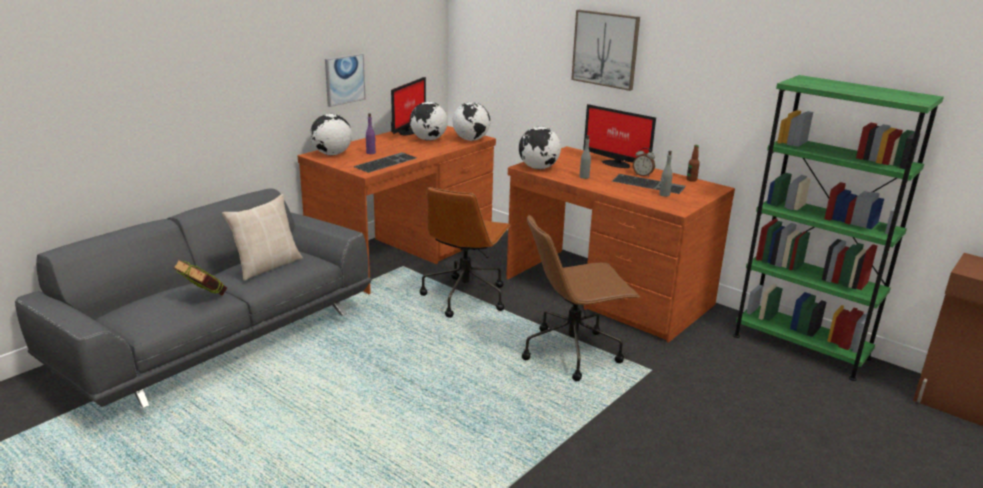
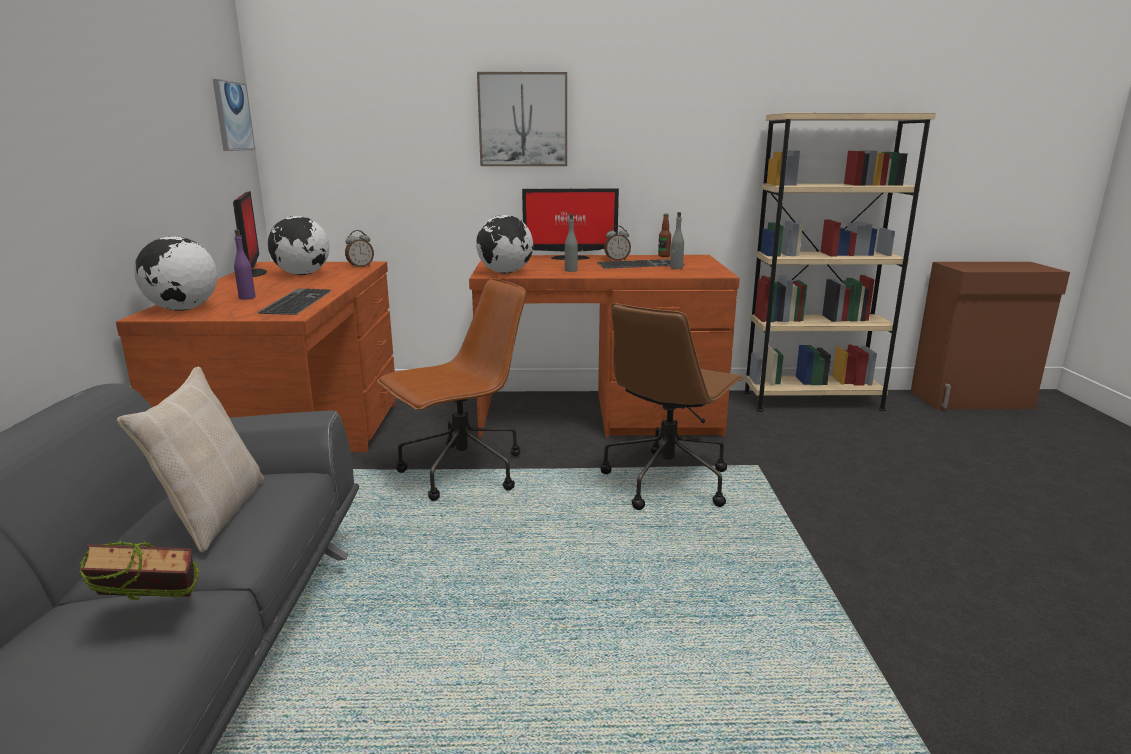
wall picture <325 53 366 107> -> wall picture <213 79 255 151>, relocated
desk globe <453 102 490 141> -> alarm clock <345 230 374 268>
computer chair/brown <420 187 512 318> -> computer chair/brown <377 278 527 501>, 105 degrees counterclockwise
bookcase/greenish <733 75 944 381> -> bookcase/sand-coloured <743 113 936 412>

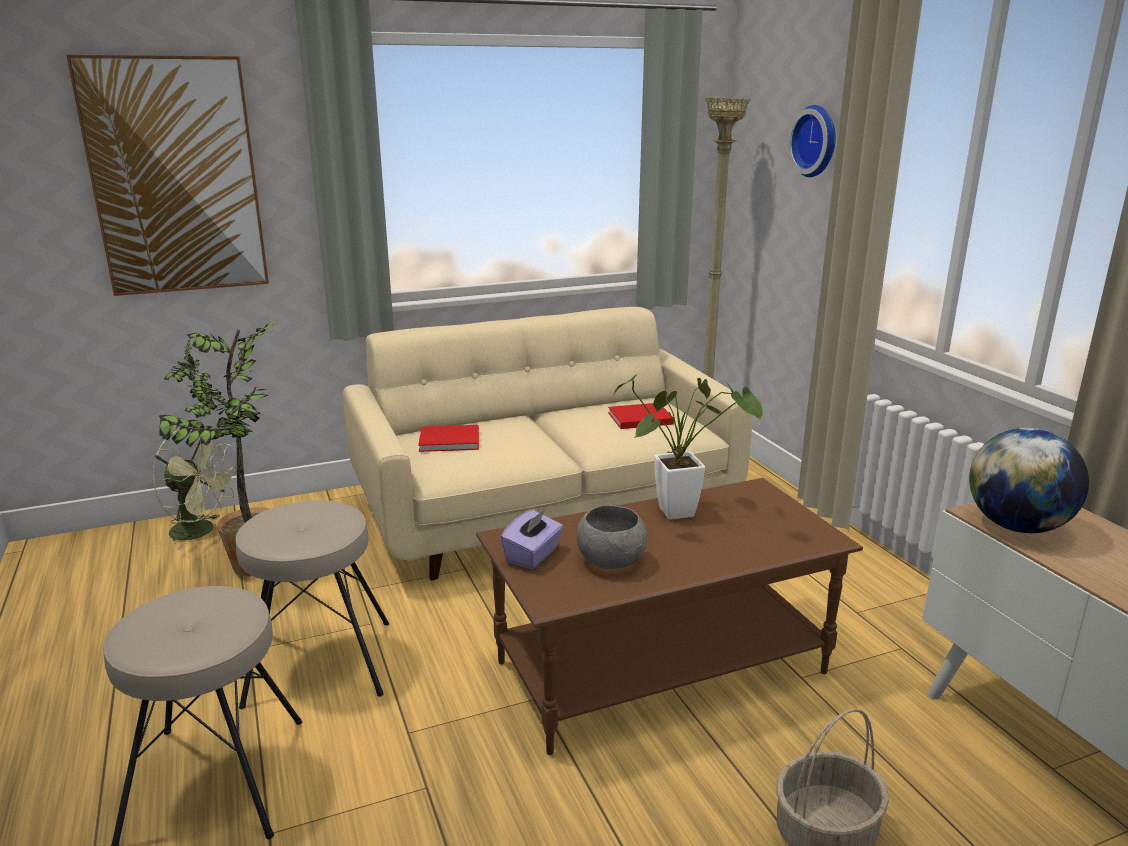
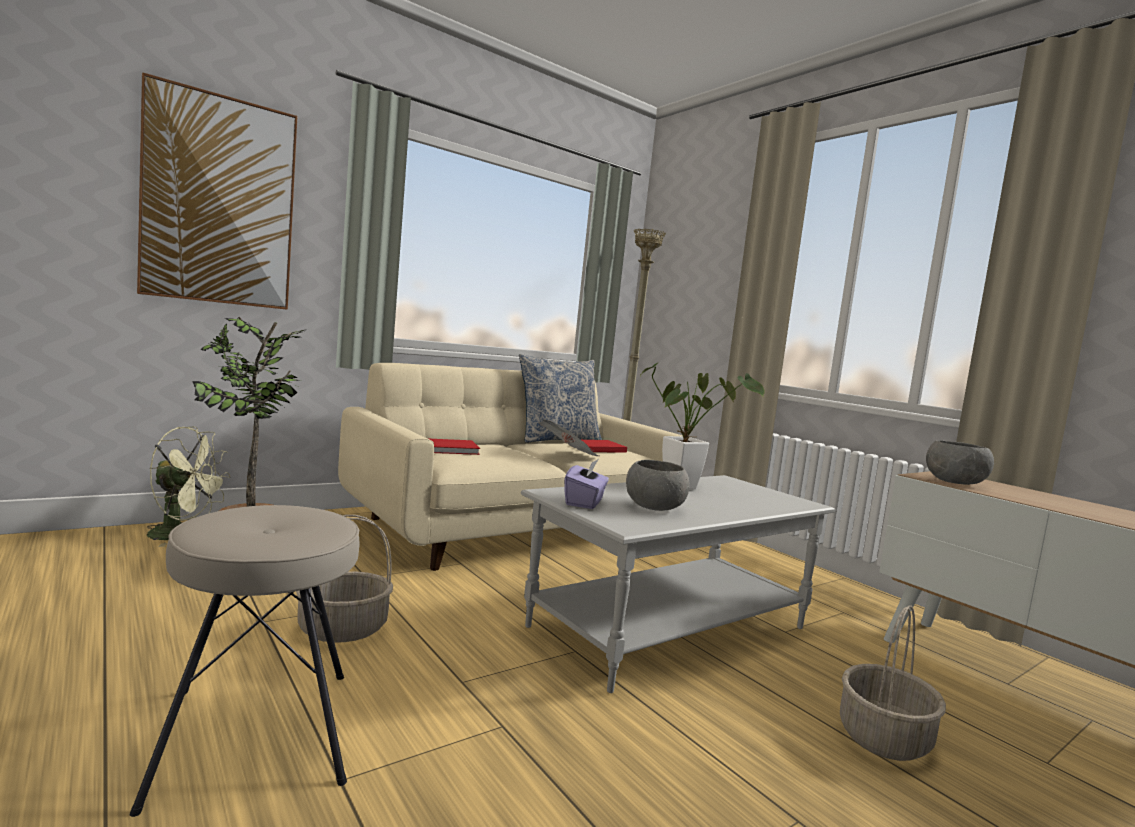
stool/sand-coloured <235 500 389 709> -> household basket <296 515 393 643>
none -> cushion <519 354 602 443>
low table/brown <476 478 863 755> -> low table/grey <521 475 836 693>
none -> printed paper <539 420 599 456>
desk globe <969 428 1089 533> -> bowl/grey <926 440 994 485>
wall clock <788 105 836 177> -> none

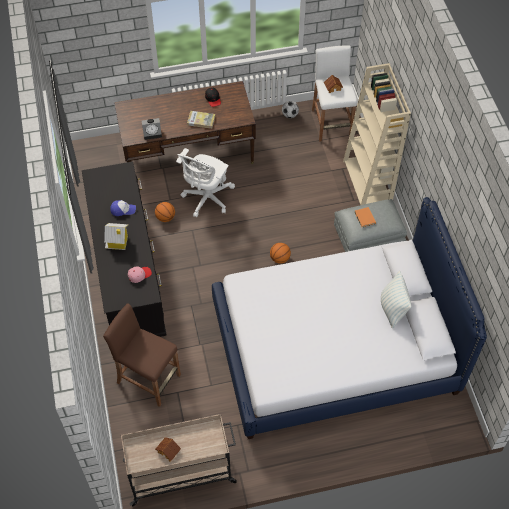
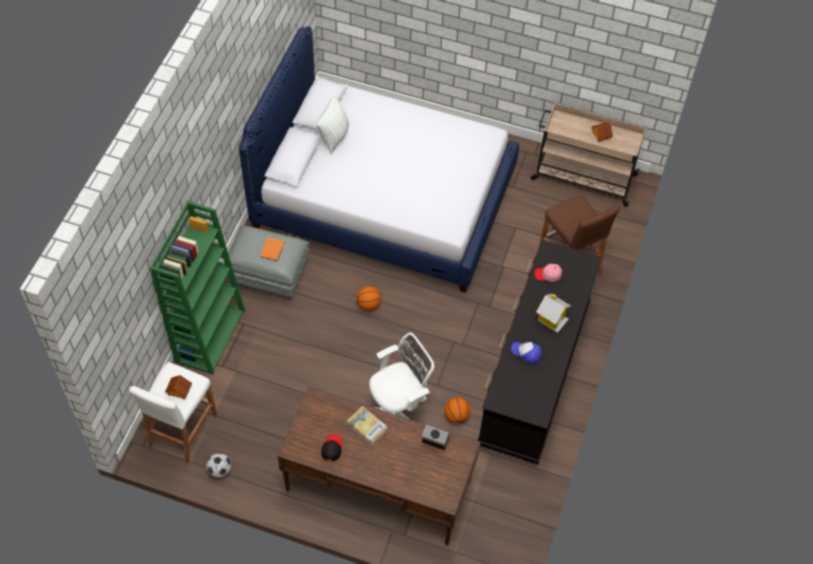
bookcase/sand-coloured <343 63 411 205> -> bookcase/greenish <150 201 245 375>

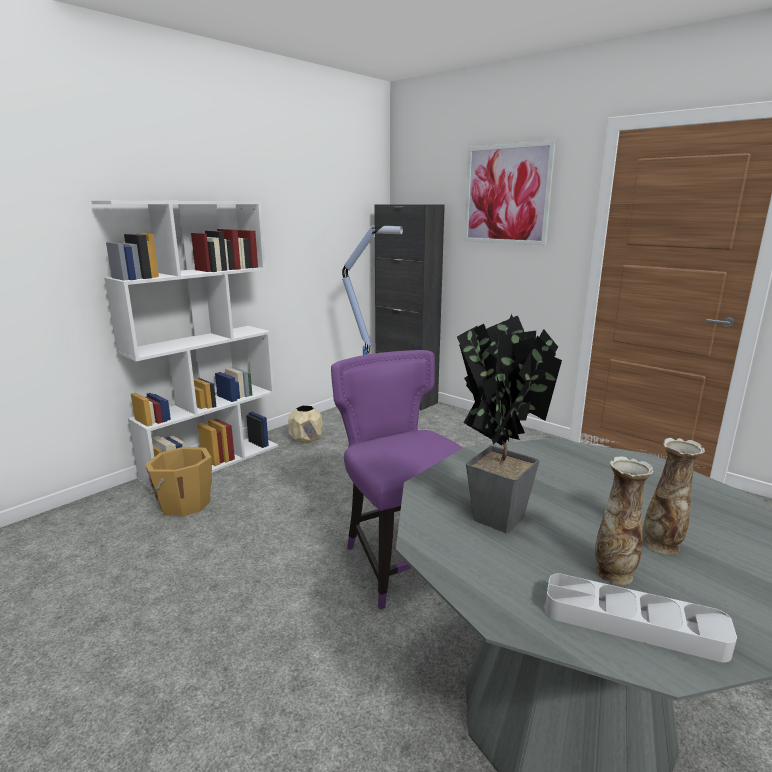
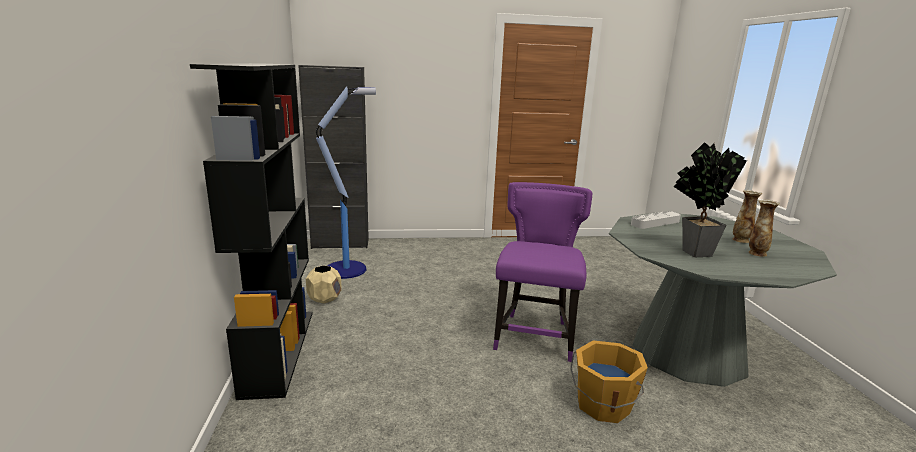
bookcase/whitish <91 201 278 492> -> bookcase/black <190 63 313 400>
upright chair/purple <331 350 463 609> -> upright chair/purple <493 182 592 362>, 90 degrees clockwise
bucket/orangey <145 447 212 517> -> bucket/orangey <570 340 648 423>, relocated
carrying tray/grey <545 573 737 663> -> carrying tray/grey <631 211 681 229>, relocated
wall picture <464 140 556 246> -> none

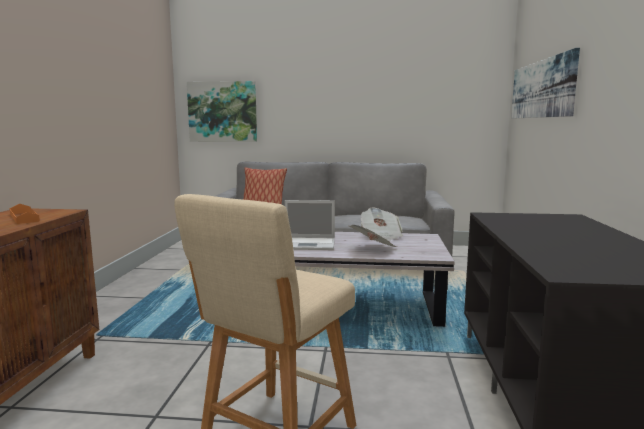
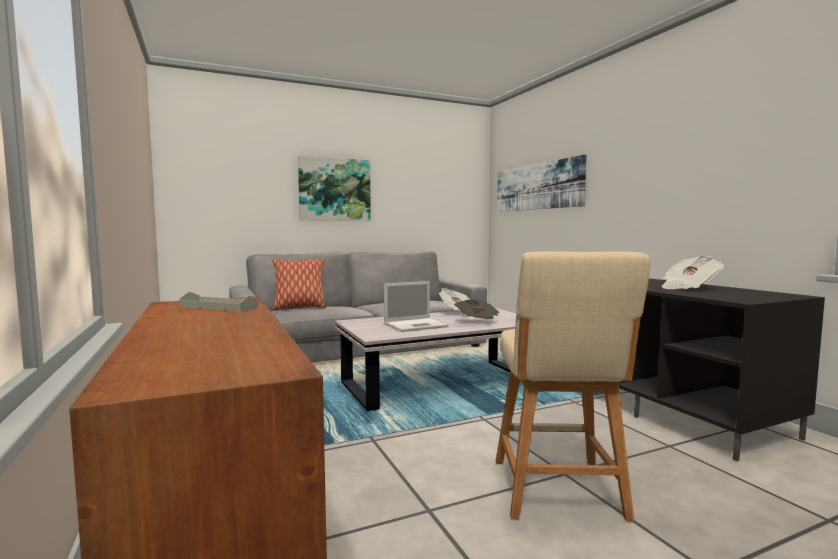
carrying tray/orangey <10 204 40 224> -> carrying tray/grey <180 292 258 311>
wall picture <187 81 257 142> -> wall picture <298 156 371 221>, relocated
none -> printed paper <661 256 724 289>

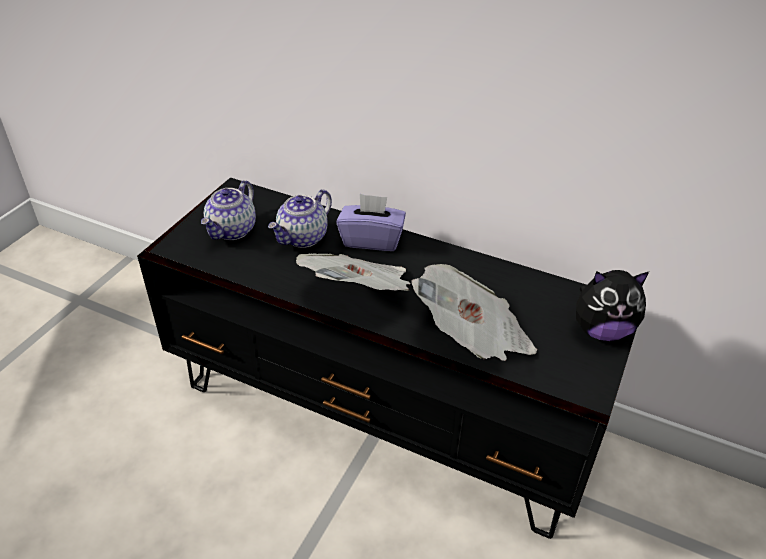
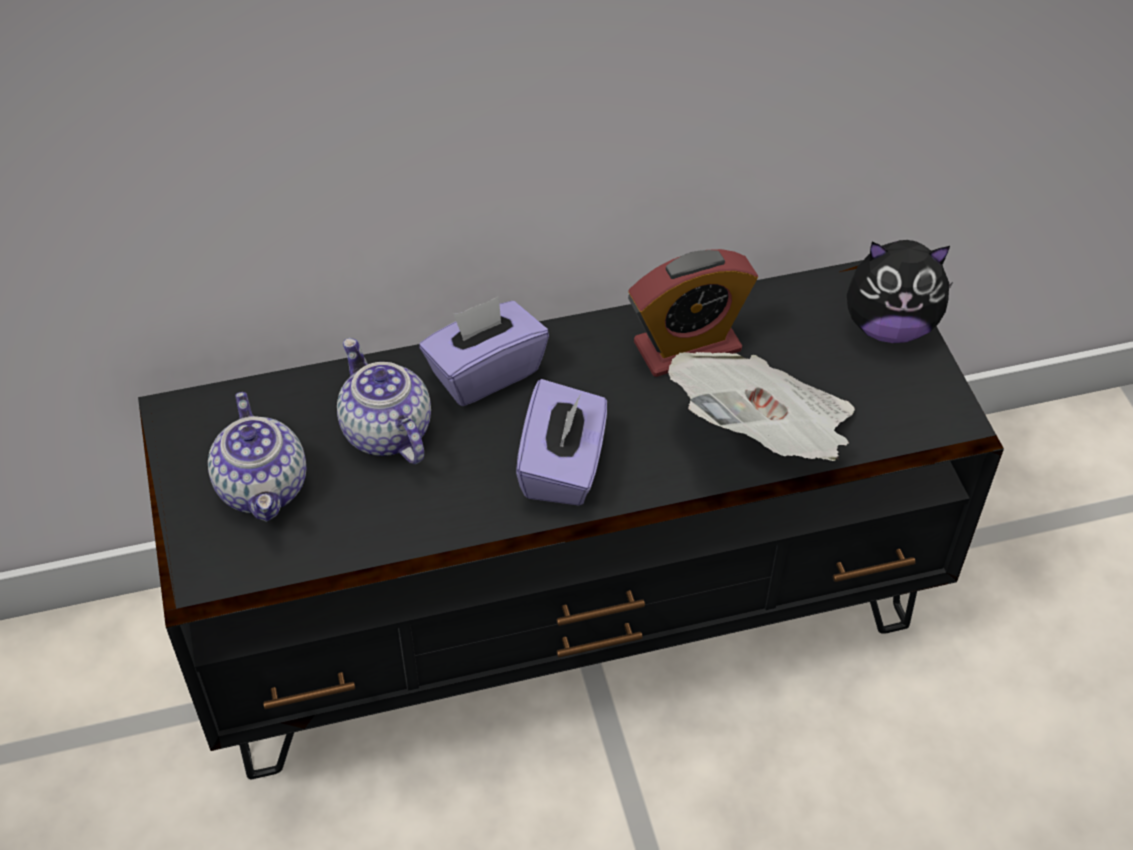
pot for tea <268 189 332 248> -> pot for tea <337 338 431 464>, 150 degrees clockwise
printed paper <296 254 411 291> -> tissue box/purple <516 379 607 506>
none -> alarm clock <628 249 758 377>
cuddly toy <576 270 649 341> -> cuddly toy <847 240 954 343>, 45 degrees clockwise

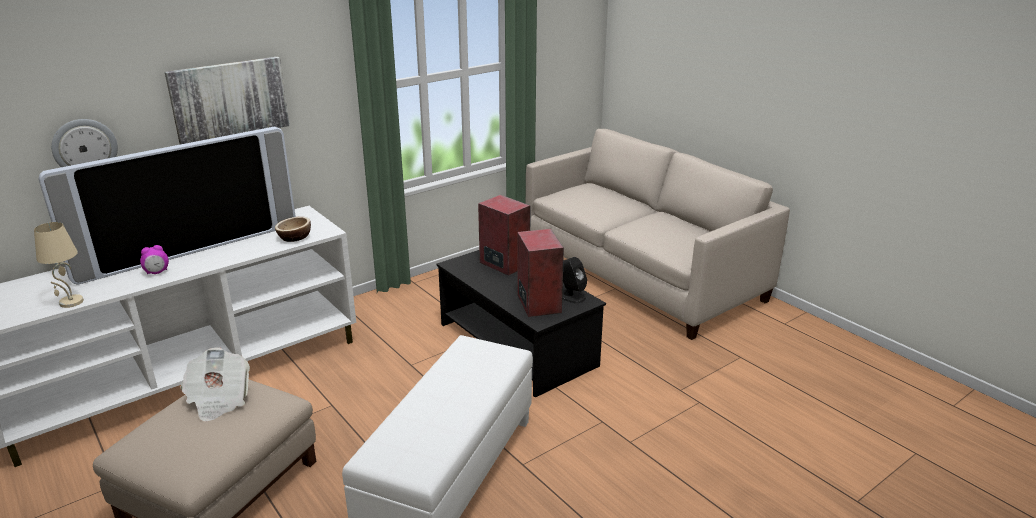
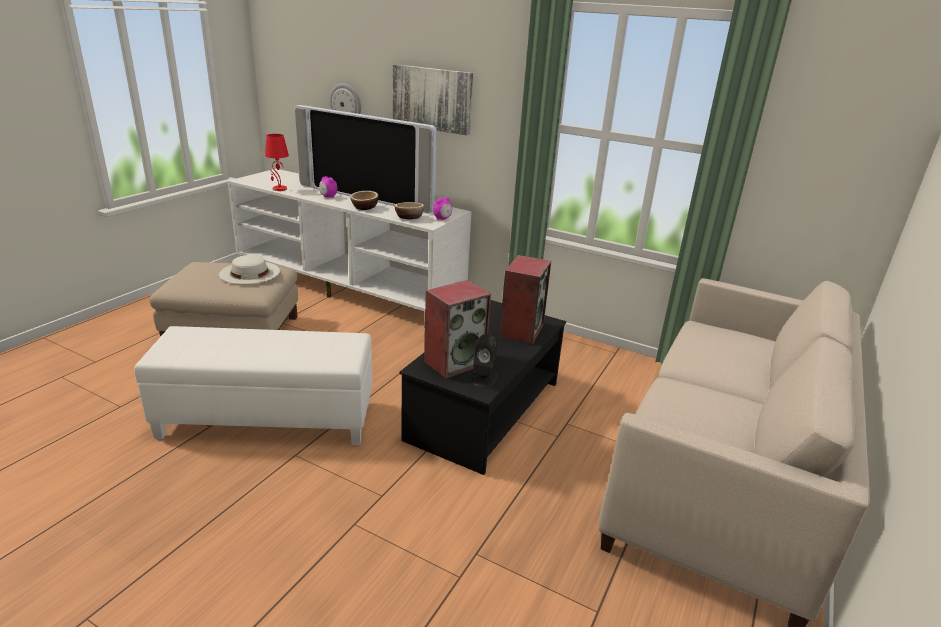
printed paper <180 347 250 422> -> wearable hat/whitish <219 255 280 284>
tabletop lamp/sand-coloured <34 222 84 308> -> tabletop lamp/red-coloured <265 134 289 191>
none -> bowl <350 191 378 210>
none -> alarm clock <433 197 452 220>

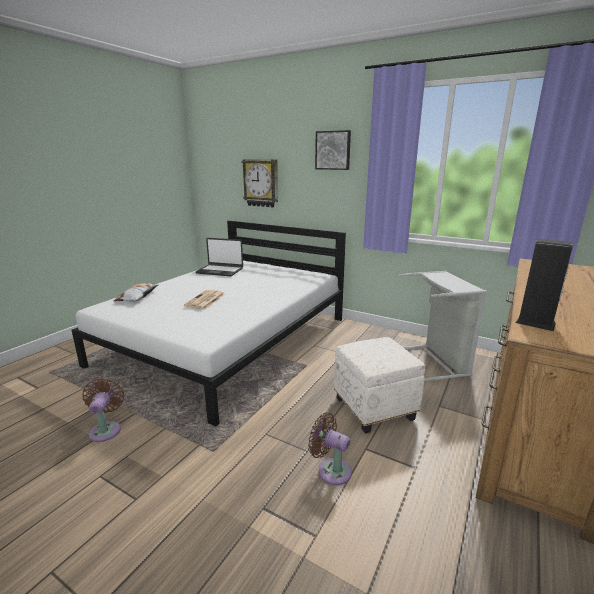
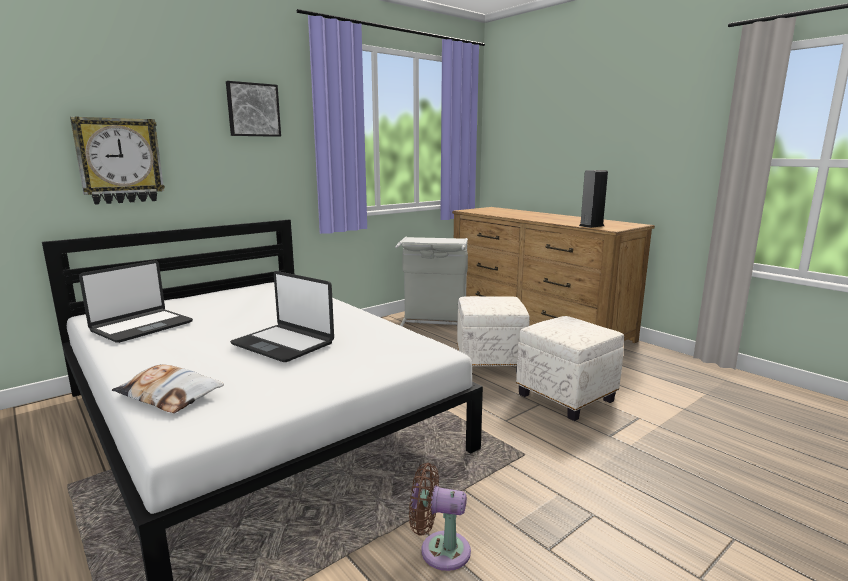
printed paper <184 290 225 309> -> laptop <230 271 334 362>
fan/brown <308 413 352 485> -> ottoman/whitish <516 316 624 421>

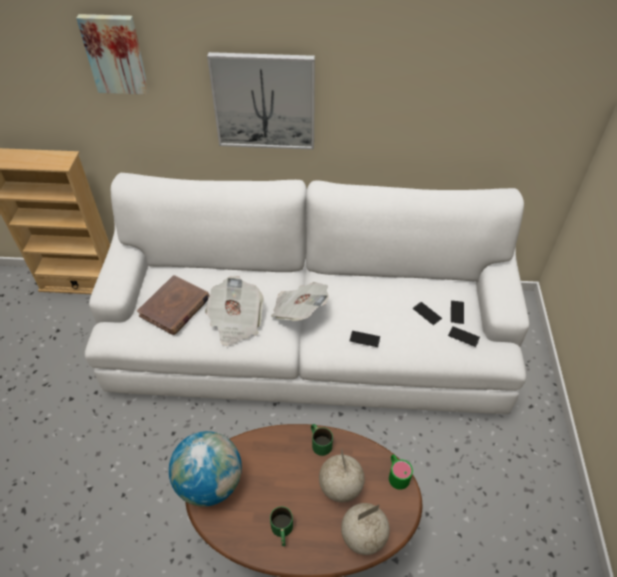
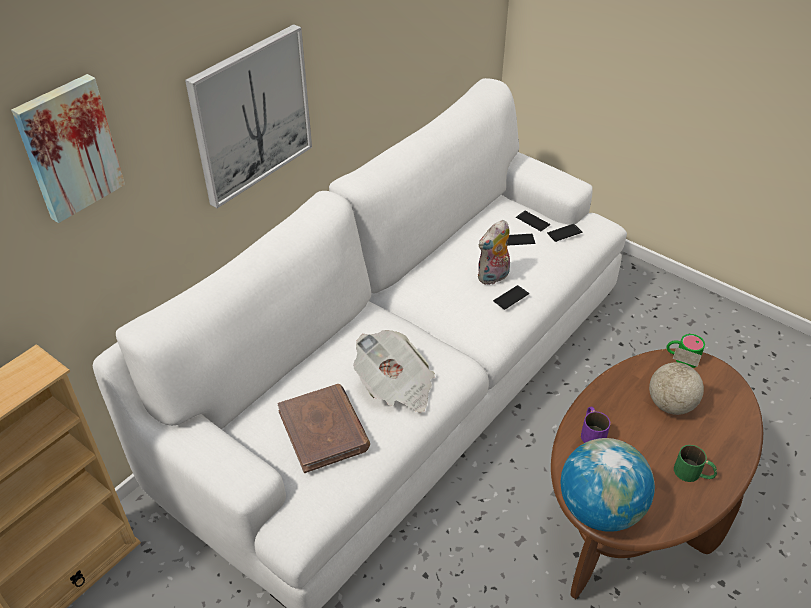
none -> cuddly toy <478 220 510 285>
none -> mug/purple <581 407 610 443>
printed paper <271 282 328 321> -> none
mug/greenish <311 424 333 456> -> none
desk globe <341 503 390 555> -> none

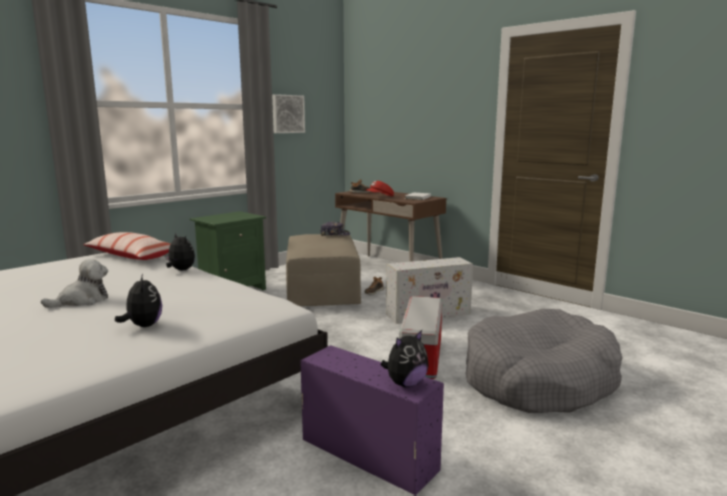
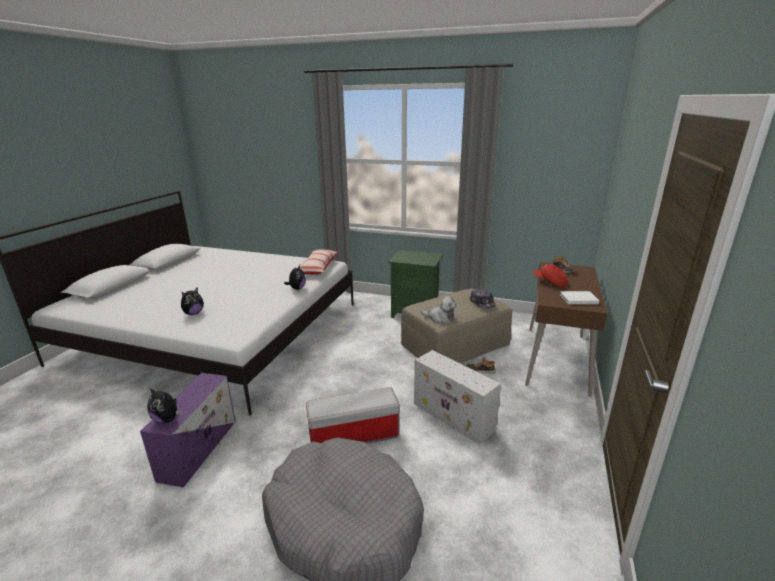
cuddly toy <41 259 108 308> -> cuddly toy <421 296 456 323>, relocated
wall picture <272 94 305 133> -> none

